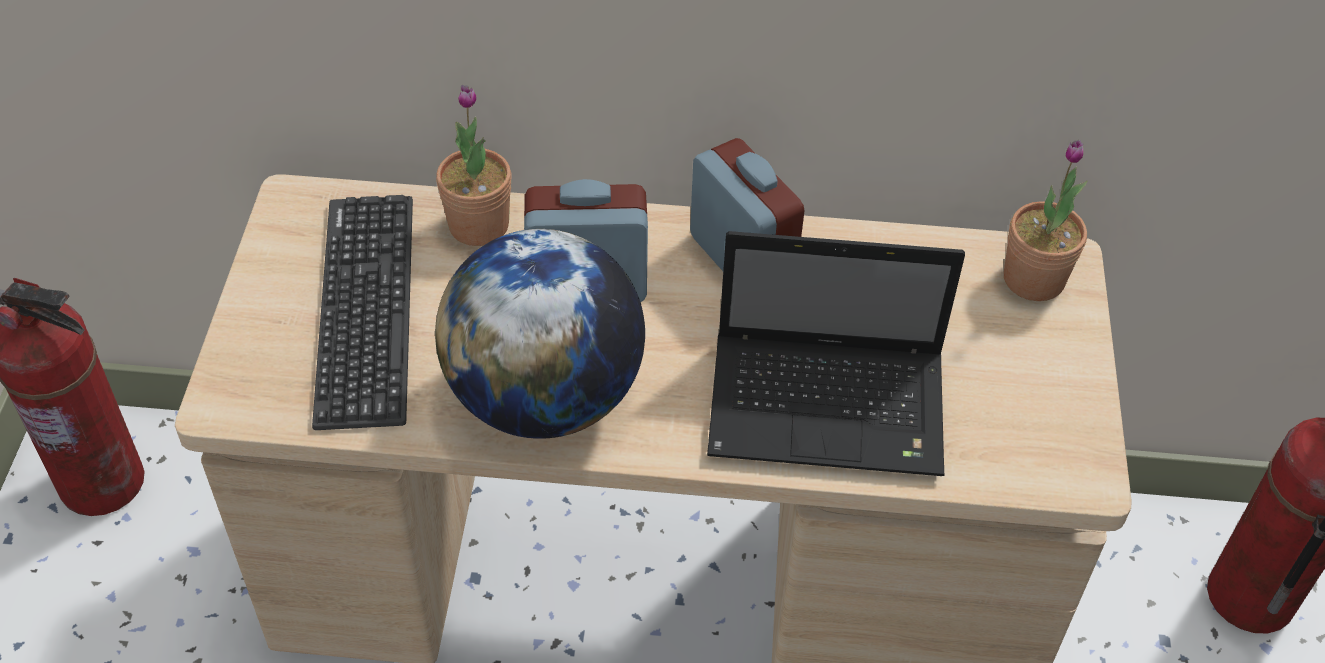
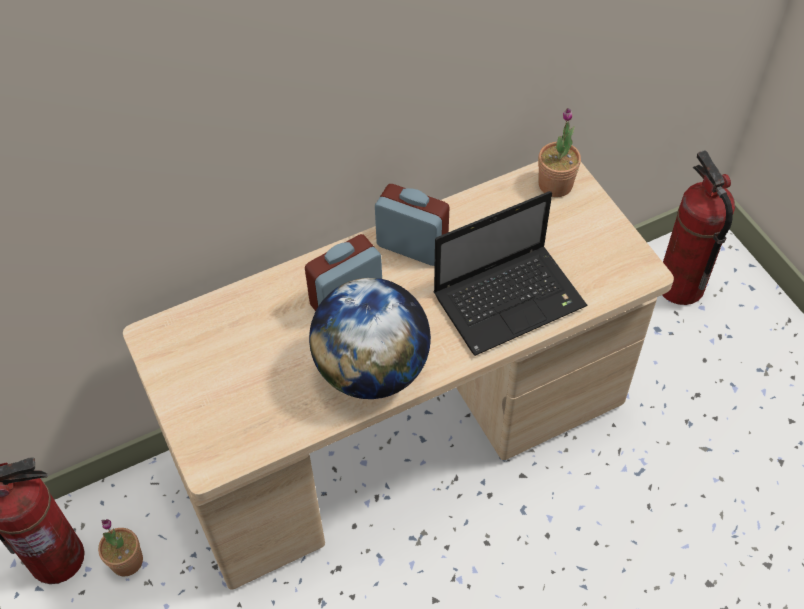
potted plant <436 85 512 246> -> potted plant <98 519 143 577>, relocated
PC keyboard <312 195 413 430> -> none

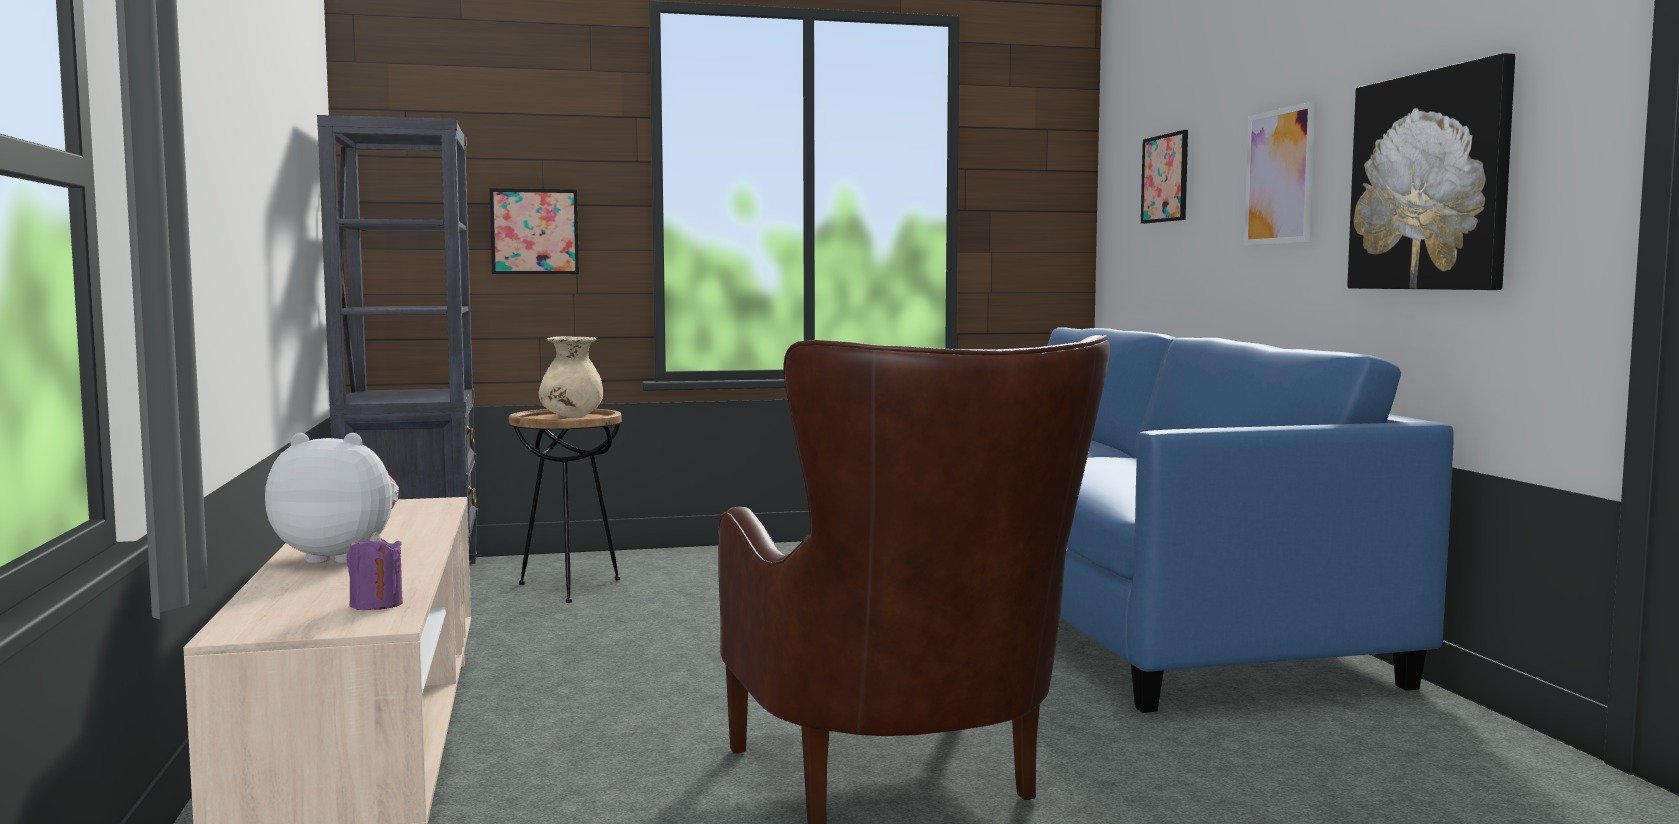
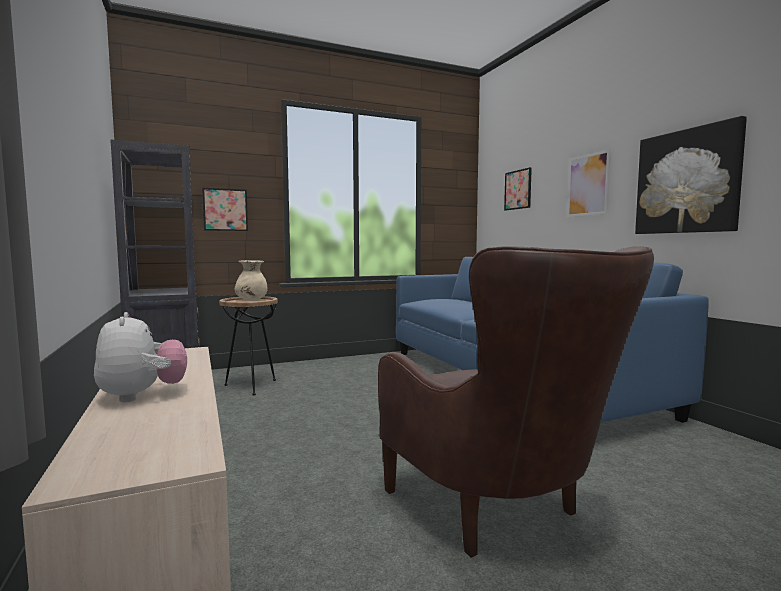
cuddly toy <265 433 399 563> -> cuddly toy <94 312 187 403>, 75 degrees clockwise
wax light/purple <347 531 403 610> -> none

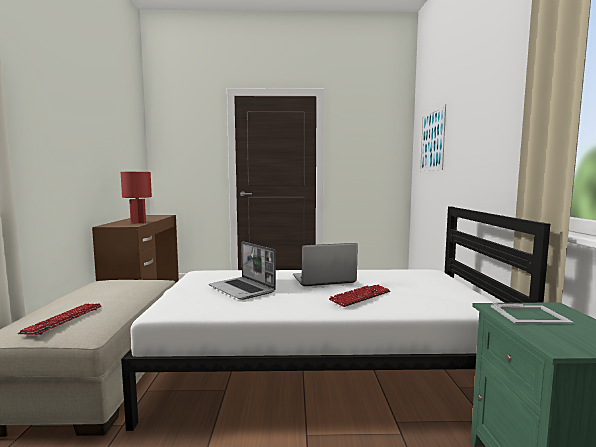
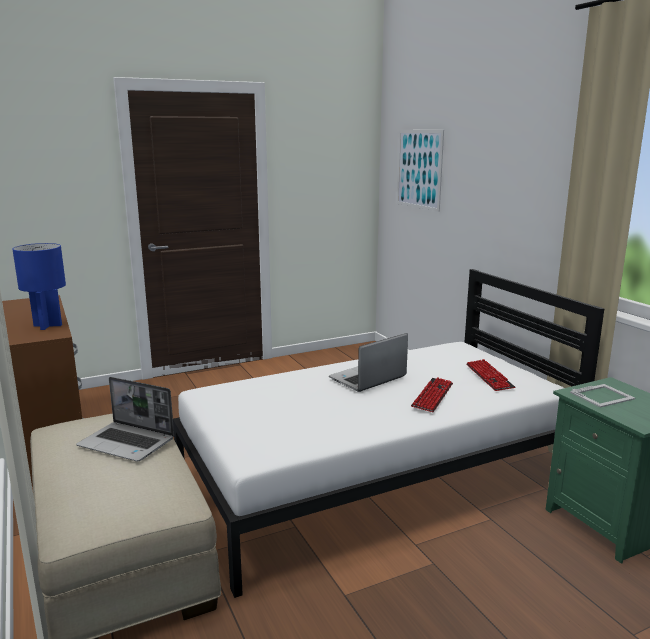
tabletop lamp/red-coloured <121 172 152 224> -> tabletop lamp/bluish <12 243 66 330>
laptop <209 241 276 300> -> laptop <76 377 174 462>, relocated
PC keyboard <18 303 102 335> -> PC keyboard <466 359 515 391>, relocated

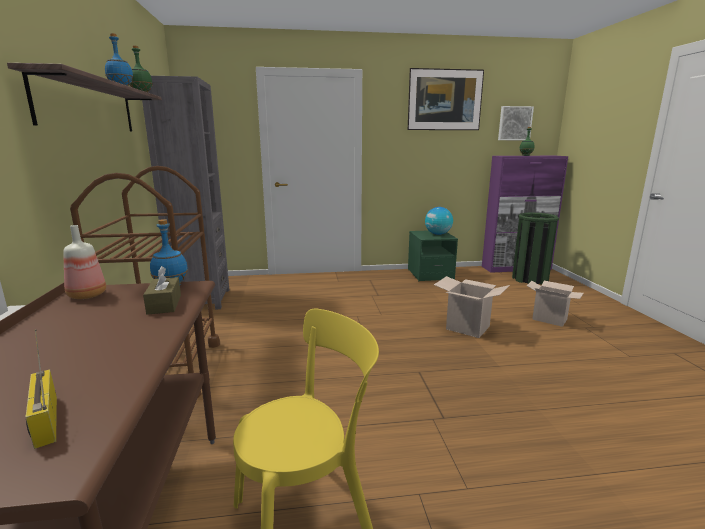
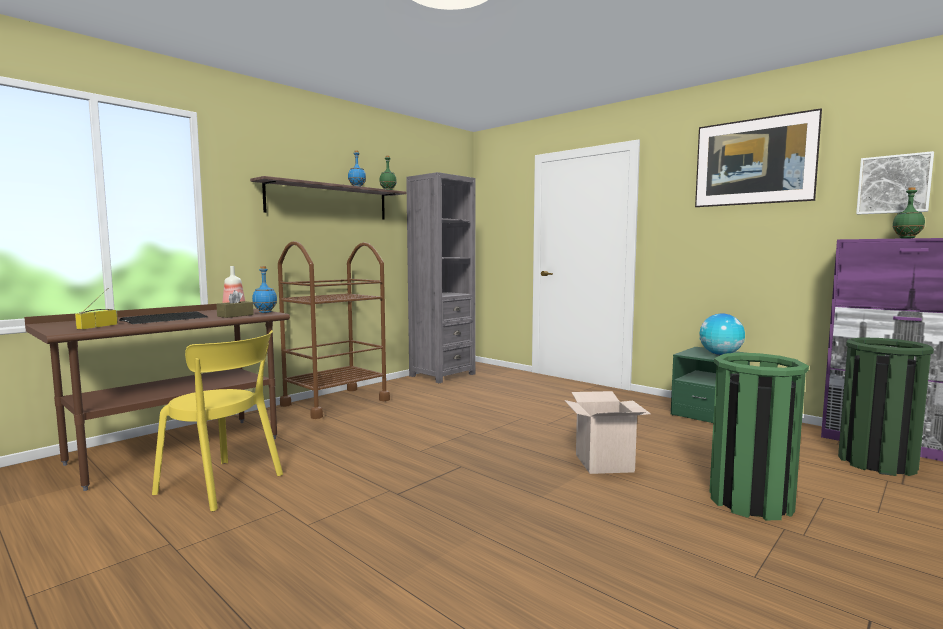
none -> PC keyboard <119 311 208 324>
packing box <527 281 583 327> -> trash can/greenish <709 353 809 521>

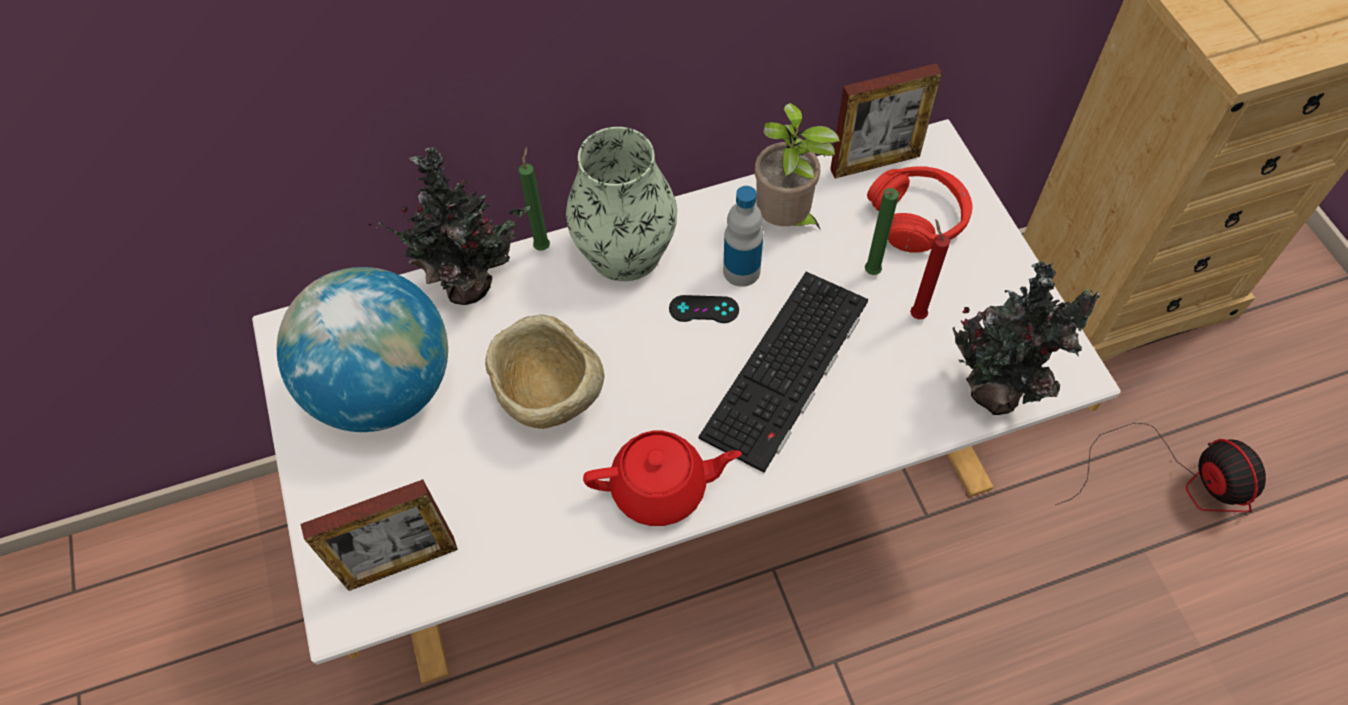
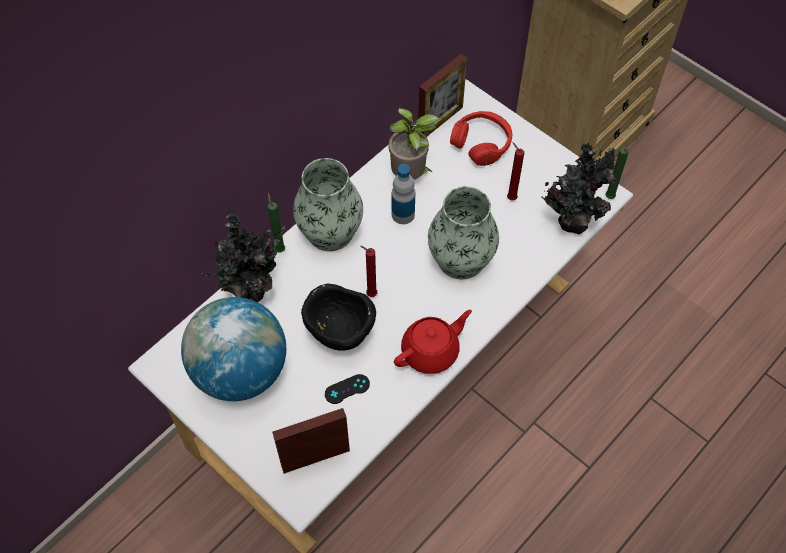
photo frame <300 479 458 591> -> photo frame <272 408 350 474>, 150 degrees counterclockwise
bowl/sand-coloured <485 315 604 429> -> bowl/black <301 284 376 351>
gamepad/black <669 295 739 323> -> gamepad/black <325 374 370 404>, relocated
none -> wax light/red-coloured <360 246 377 297>
PC keyboard <698 272 868 473> -> vase <428 186 499 279>
wax light/greenish <865 188 899 275> -> wax light/greenish <605 147 629 199>, relocated
fan <1055 423 1266 512> -> none

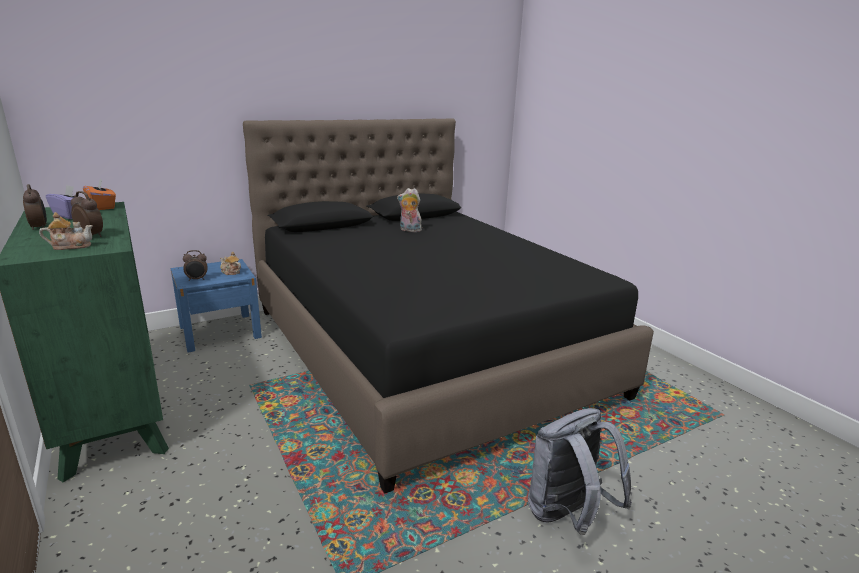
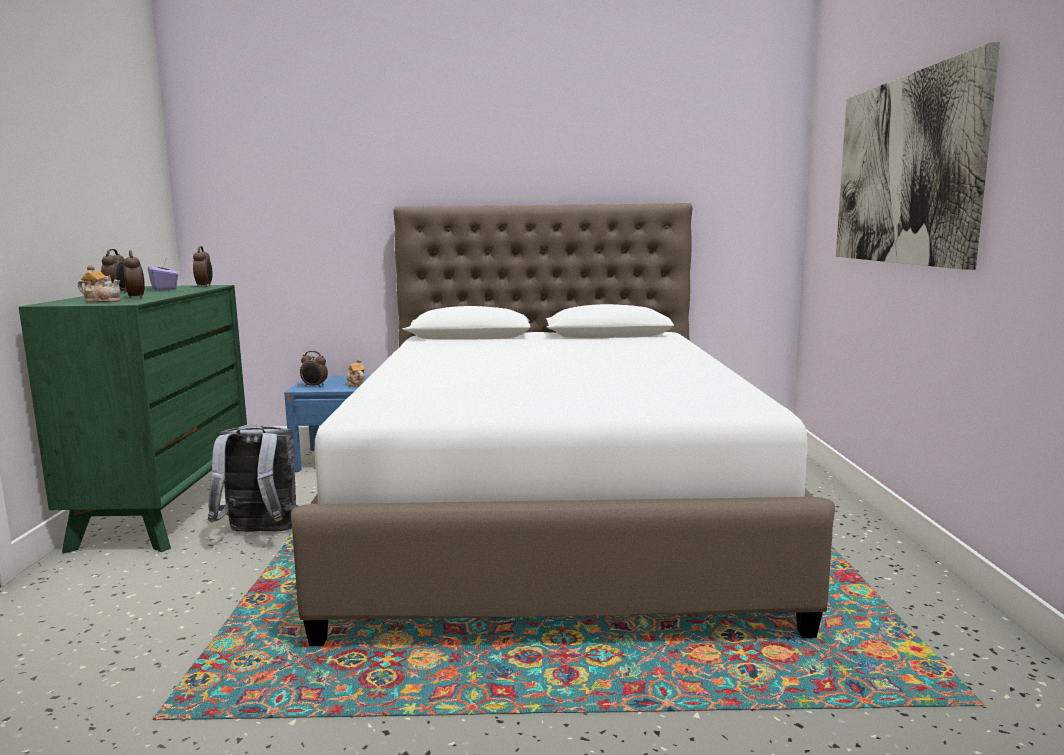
tissue box/orangey <83 179 116 210> -> alarm clock <193 246 212 287>
backpack/grey <528 408 632 535> -> backpack/grey <208 424 299 532>, relocated
bed/black <243 118 654 493> -> bed/whitish <291 203 835 646>
none -> wall picture <836 42 1000 270>
cuddly toy <397 188 422 232> -> none

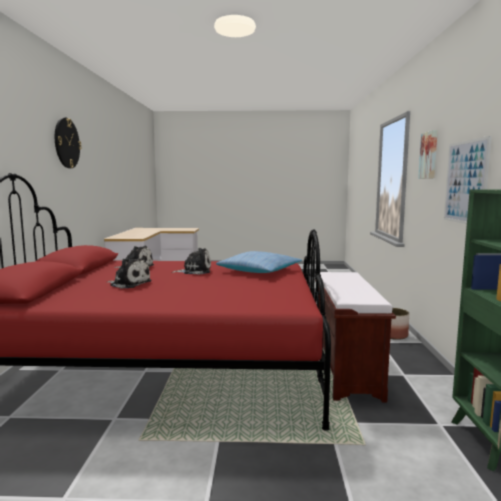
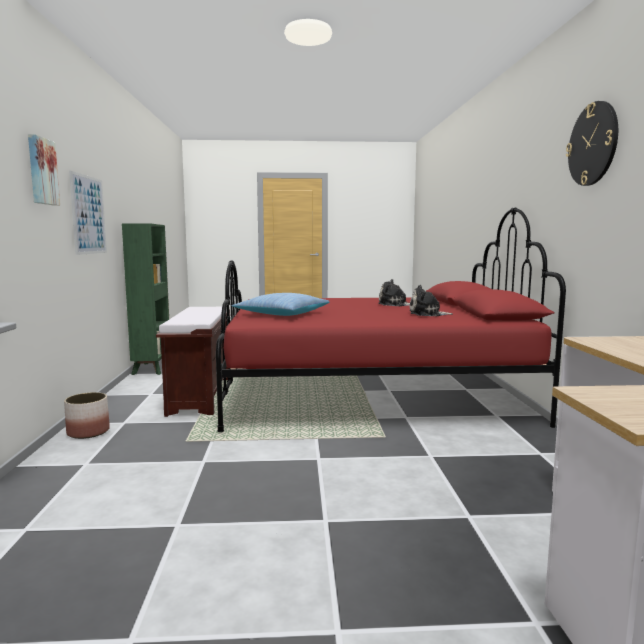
cuddly toy <172 248 211 275> -> none

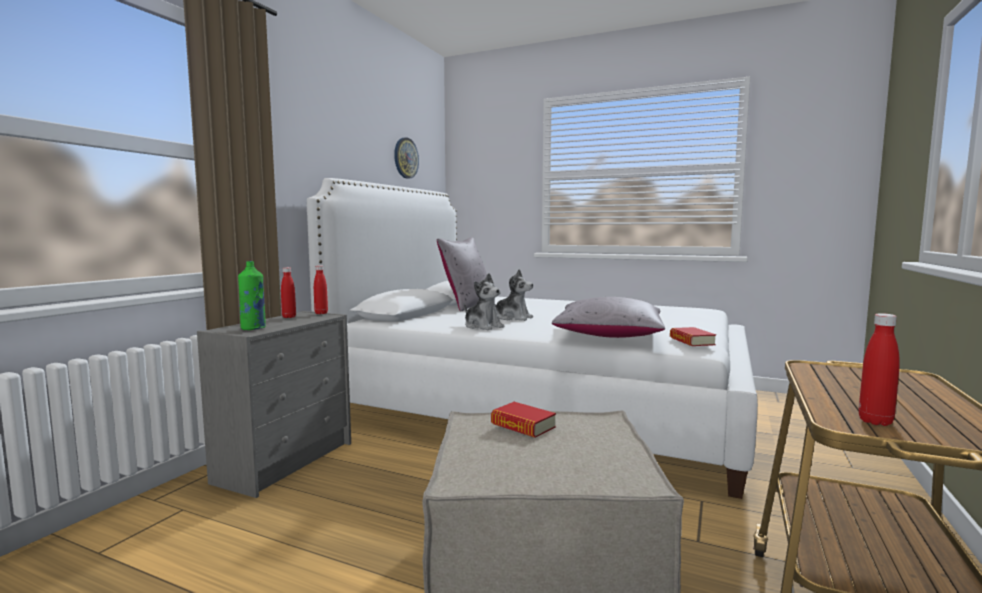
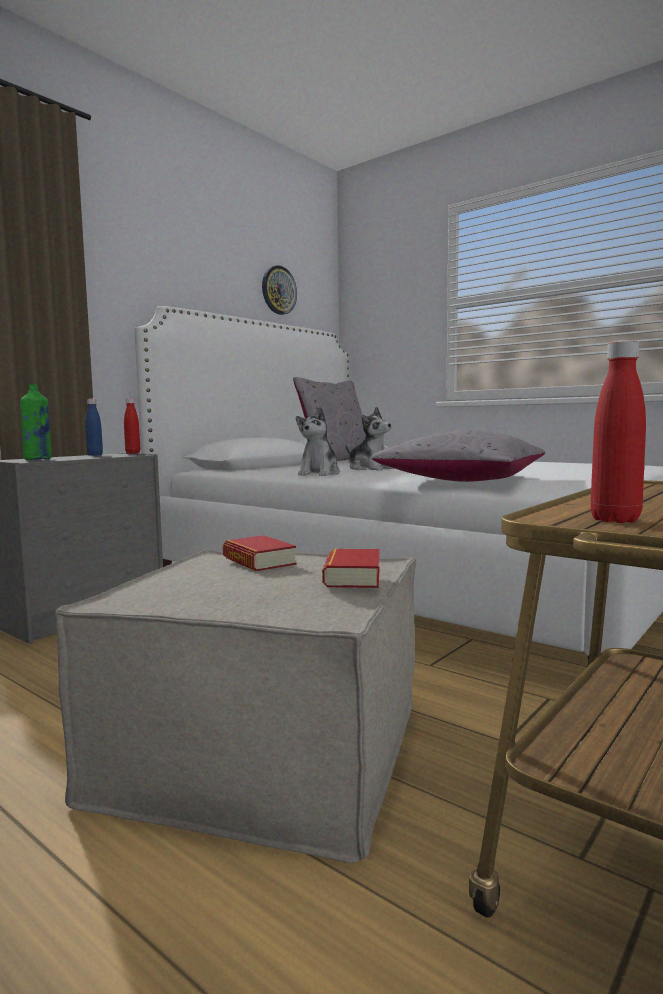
beverage bottle/red-coloured <281 267 296 318> -> beverage bottle/bluish <85 399 103 456>
cuddly toy <464 273 504 330> -> cuddly toy <296 407 340 476>, 45 degrees clockwise
bound book <670 327 716 346> -> bound book <322 549 380 588>, relocated

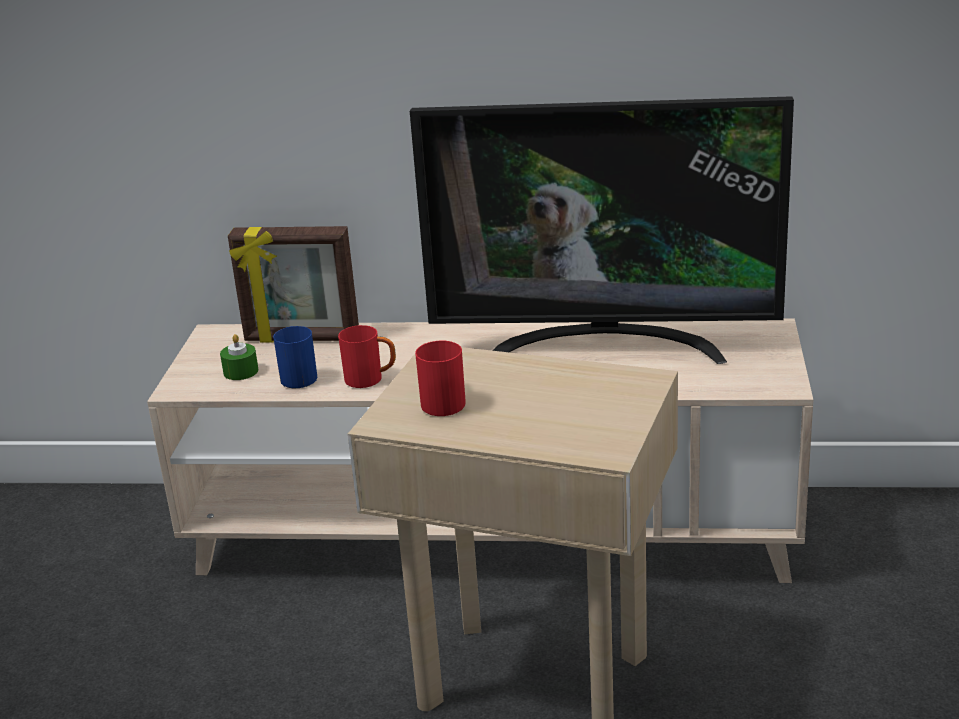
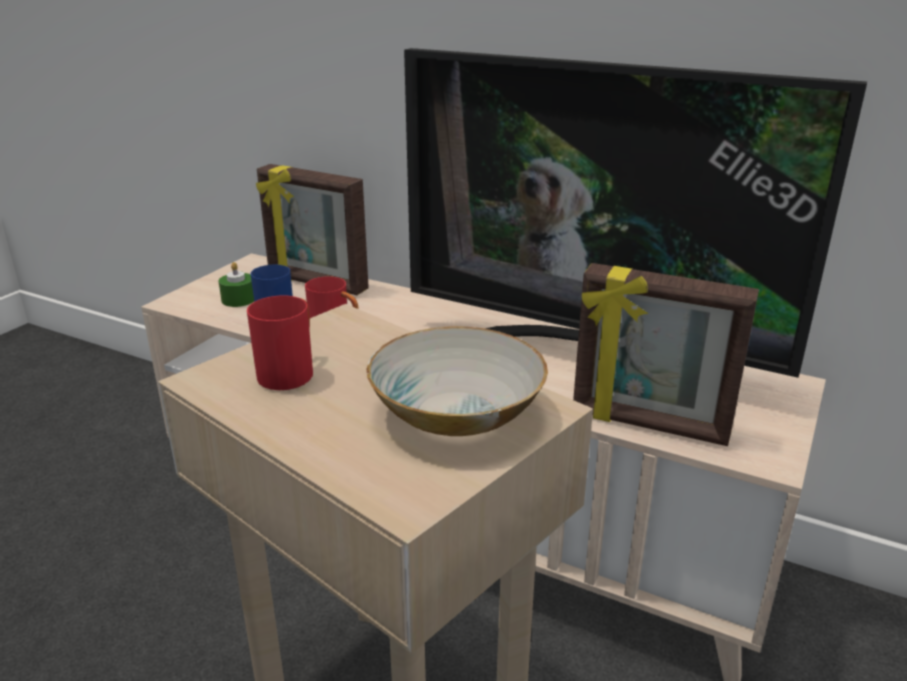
none -> bowl <366 326 548 436>
none -> photo frame <573 263 759 446>

